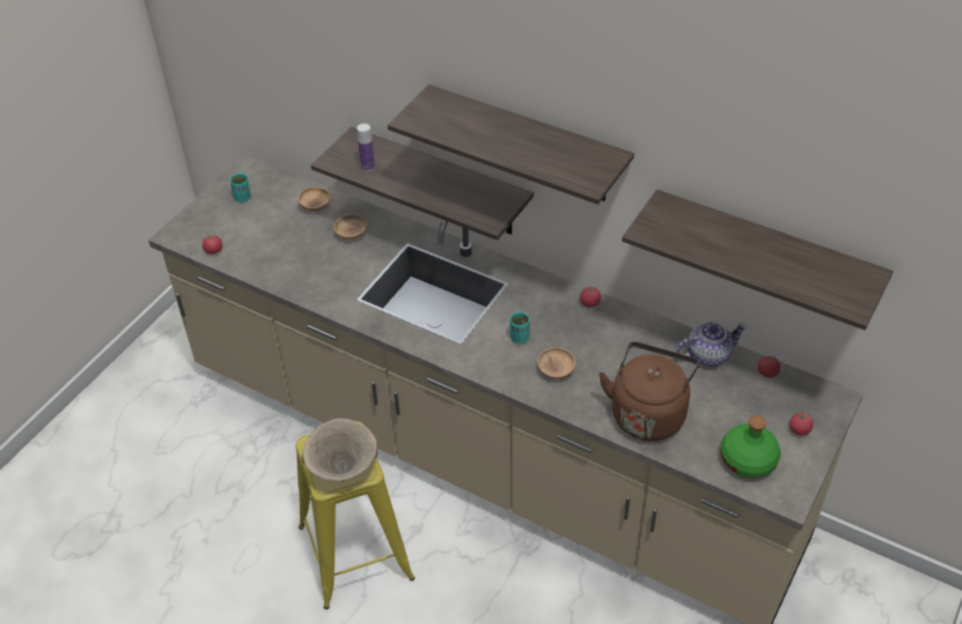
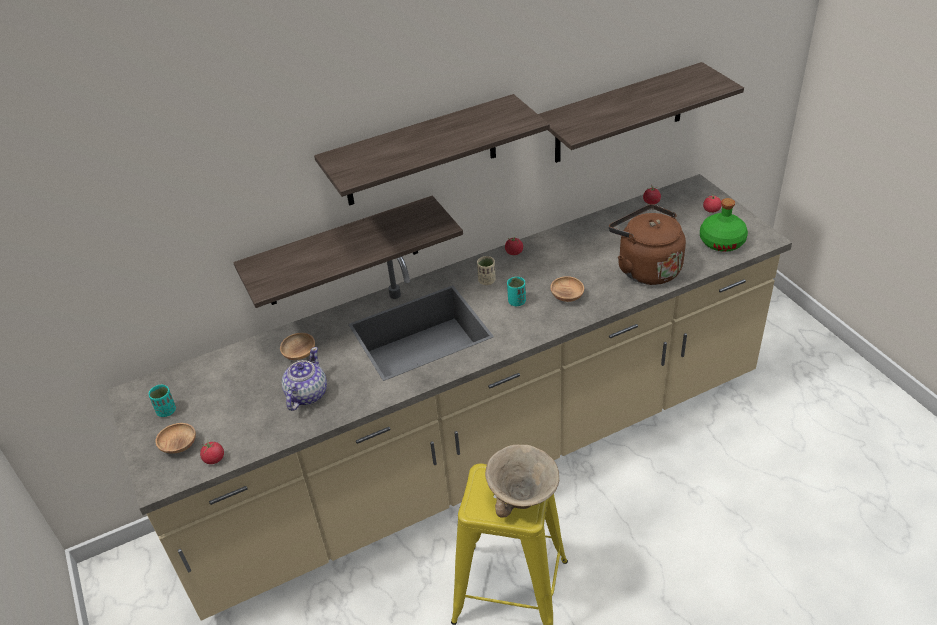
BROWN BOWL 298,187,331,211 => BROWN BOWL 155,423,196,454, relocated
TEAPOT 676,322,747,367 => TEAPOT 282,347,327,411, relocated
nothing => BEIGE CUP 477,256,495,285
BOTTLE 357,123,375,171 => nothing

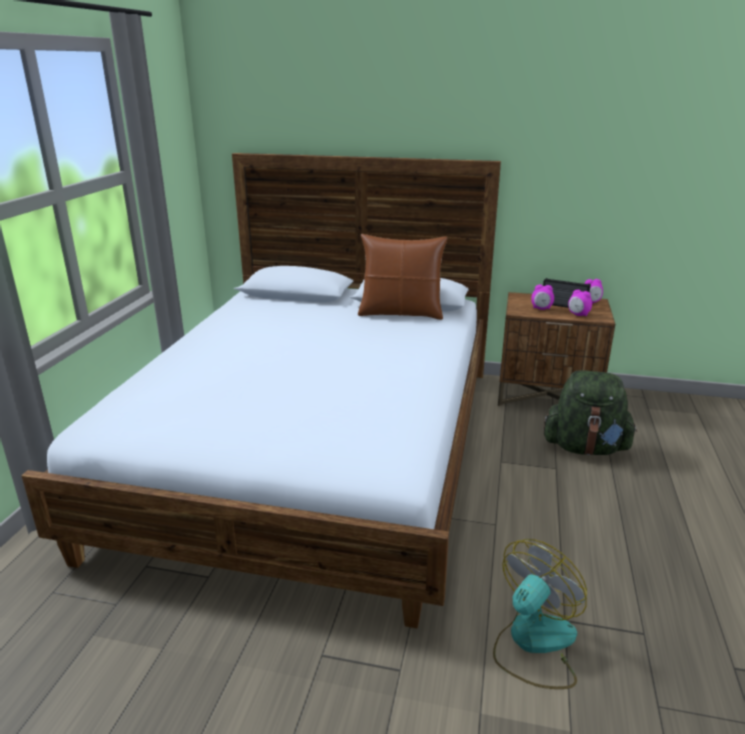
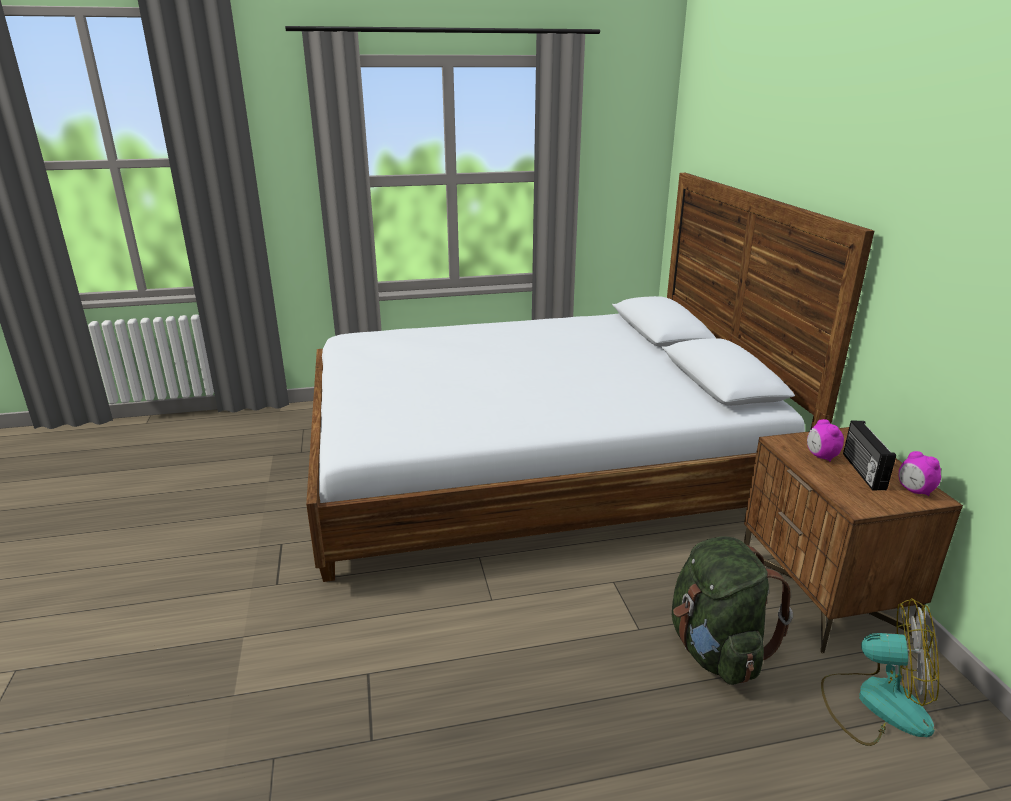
FAN 493,539,587,689 => FAN 821,598,939,746, relocated
BROWN PILLOW 358,234,447,320 => nothing
ALARM CLOCK 568,290,592,317 => nothing

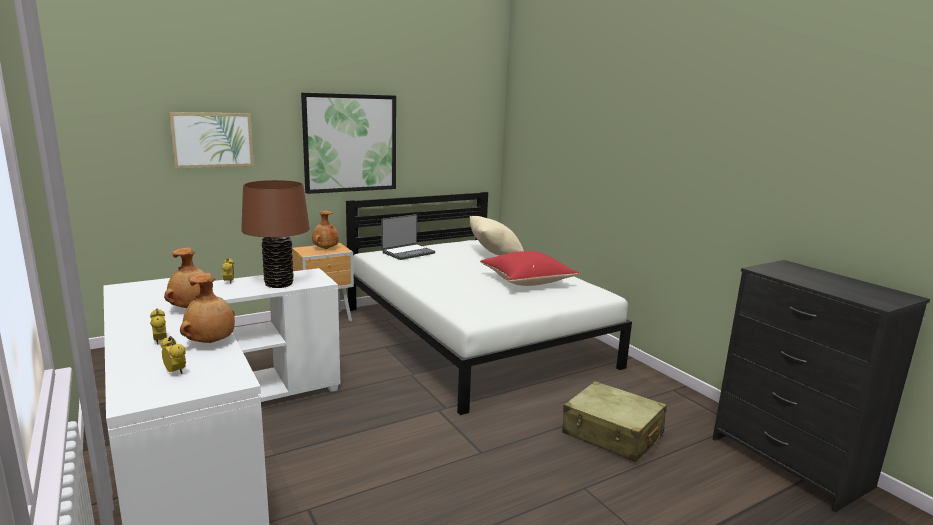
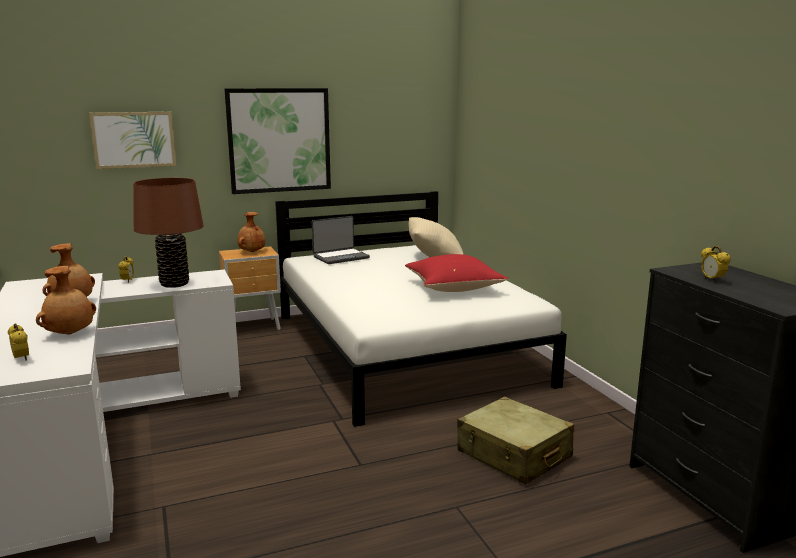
ALARM CLOCK 150,309,167,345 => ALARM CLOCK 701,246,731,282, relocated

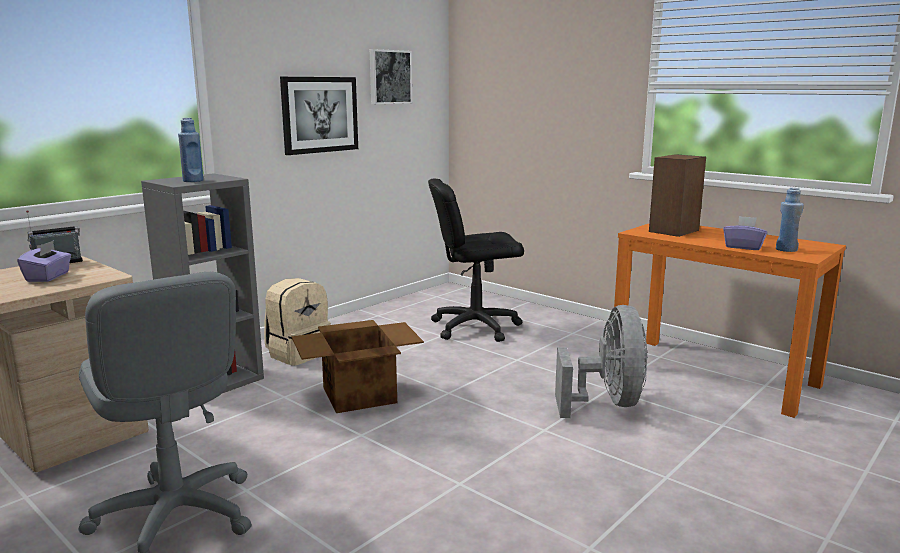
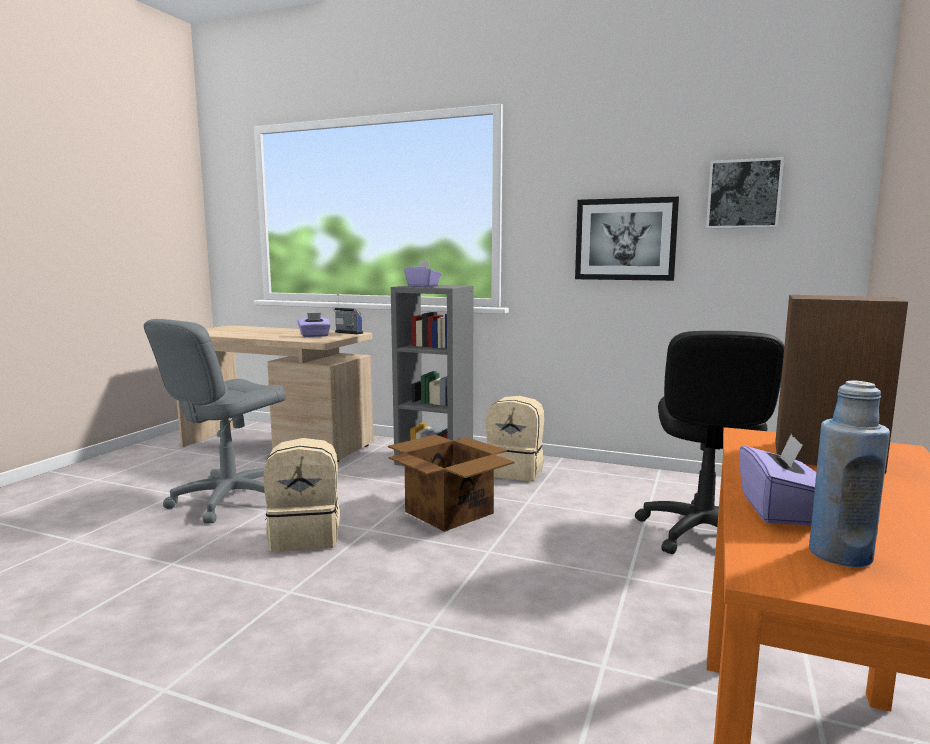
nothing => BEIGE BACKPACK 264,438,340,552
BLUE BOTTLE 178,118,204,182 => PURPLE TISSUE BOX 404,261,441,287
BLACK OFFICE CHAIR 428,179,524,342 => BLACK OFFICE CHAIR 635,331,784,554, 135 degrees counterclockwise
GREY FAN 555,305,648,418 => nothing

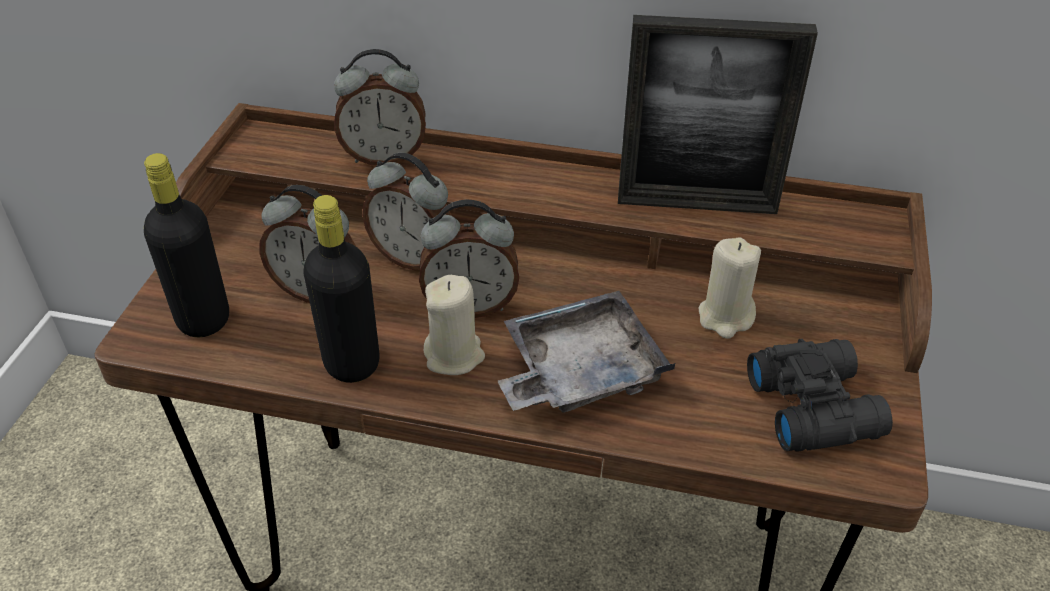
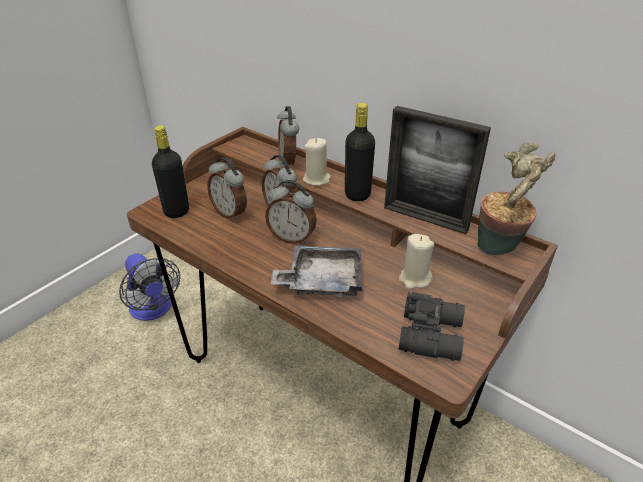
nothing => FAN 119,253,180,321
ALARM CLOCK 334,49,426,166 => ALARM CLOCK 277,106,299,165, 60 degrees clockwise
BEIGE CANDLE 424,275,485,375 => BEIGE CANDLE 303,138,331,186, relocated
BLACK BOTTLE 304,195,380,383 => BLACK BOTTLE 345,103,375,202, relocated
nothing => POTTED PLANT 477,142,556,255

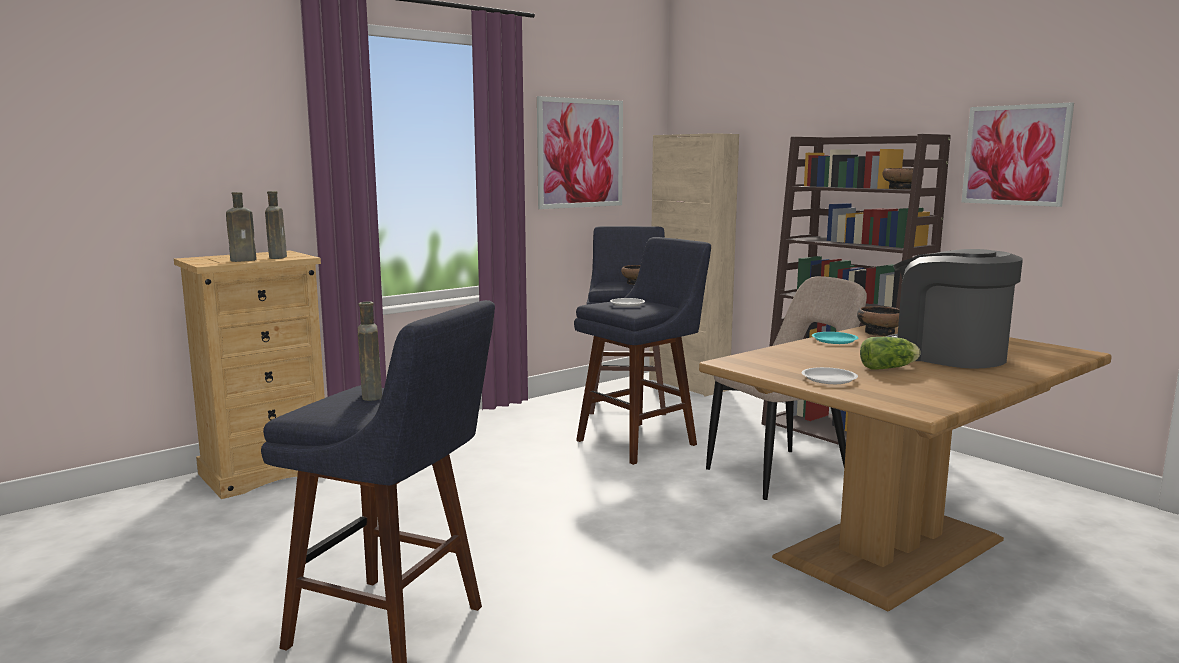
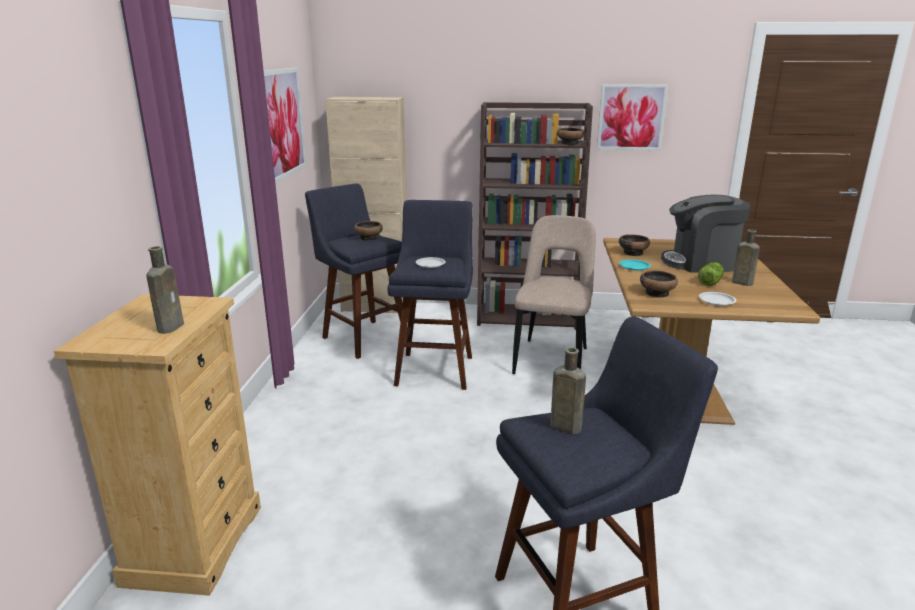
nothing => BOWL 640,270,678,298
BROWN BOTTLE 265,191,287,259 => BROWN BOTTLE 732,229,760,286, relocated

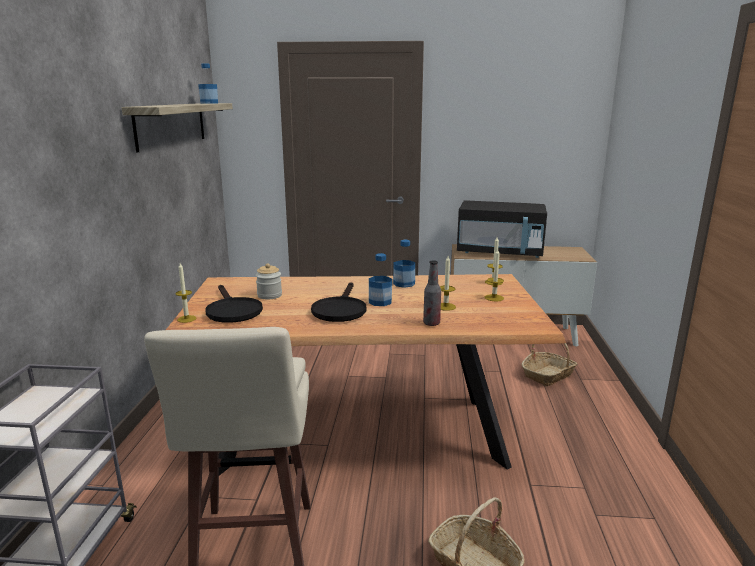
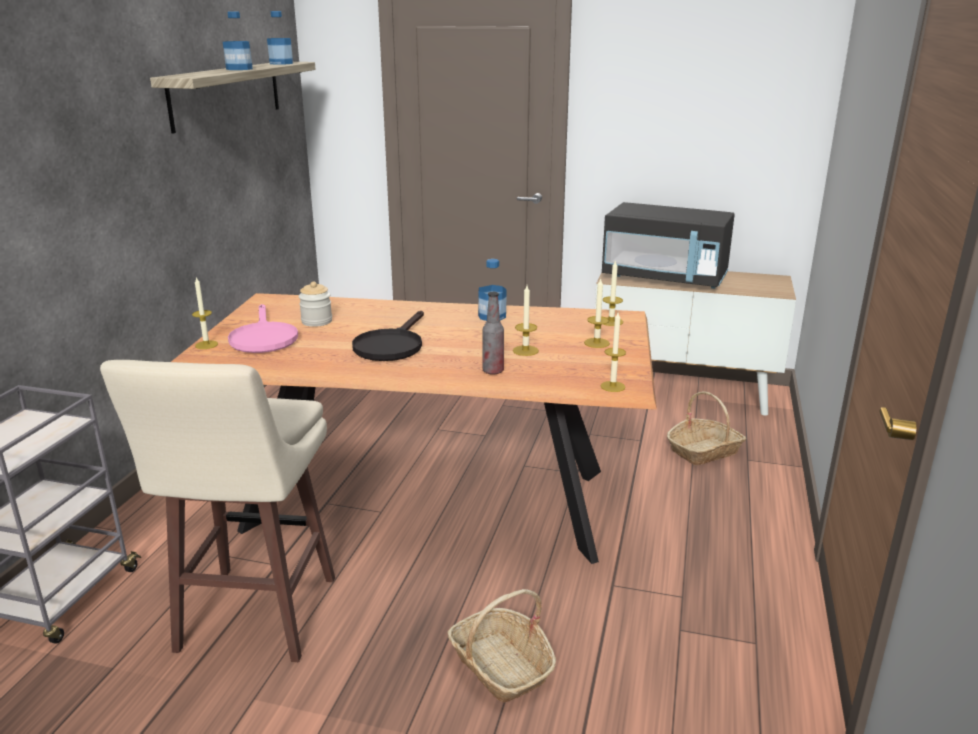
BOTTLE 369,253,392,306 => BOTTLE 223,12,253,70, relocated
BLACK FRYING PAN 205,285,263,323 => PINK FRYING PAN 228,304,298,353
nothing => CANDLE 601,313,626,392

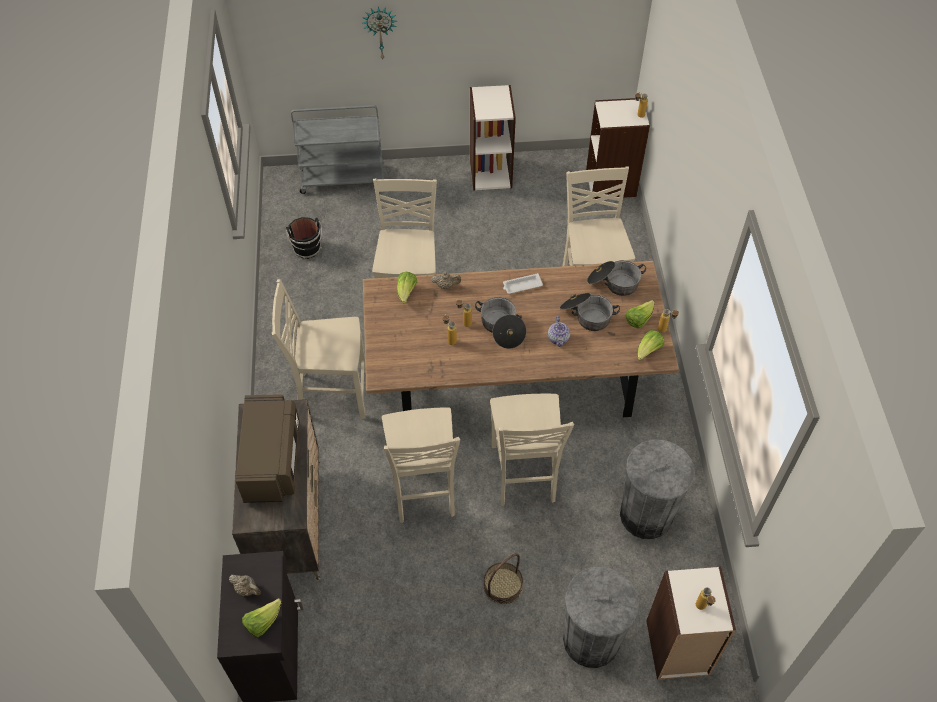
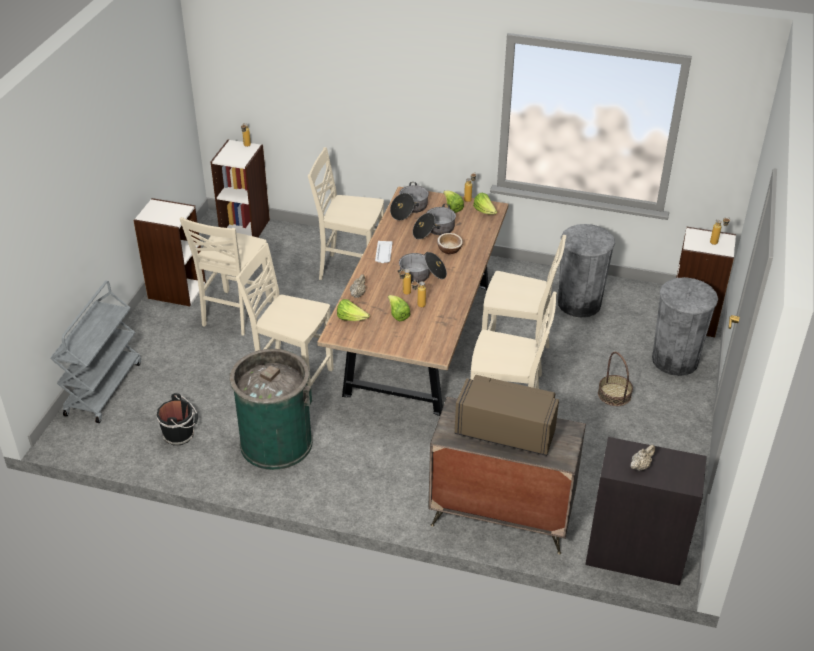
BEIGE CHAIR 272,279,366,419 => BEIGE CHAIR 180,217,273,336, relocated
nothing => GREEN TRASH CAN 230,349,313,470
LETTUCE 242,598,282,637 => LETTUCE 388,295,411,321, relocated
TEAPOT 548,316,570,347 => BOWL 437,233,463,254
WALL CLOCK 362,7,397,60 => nothing

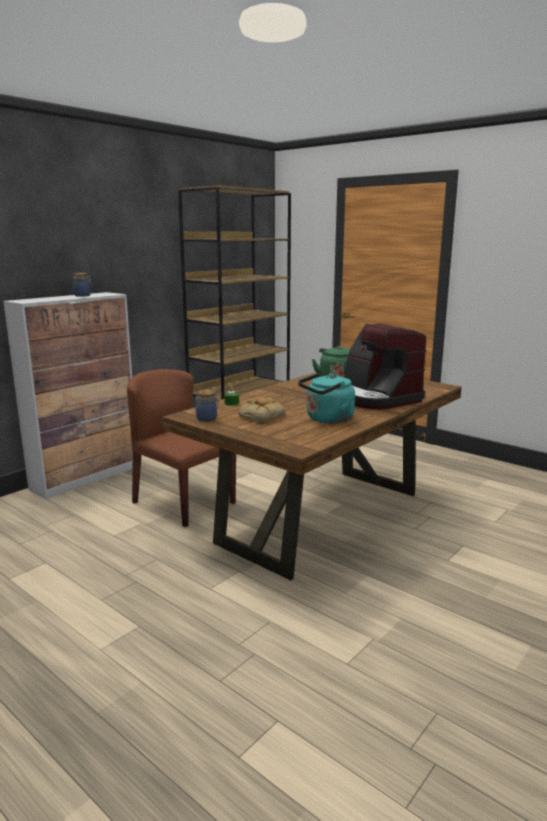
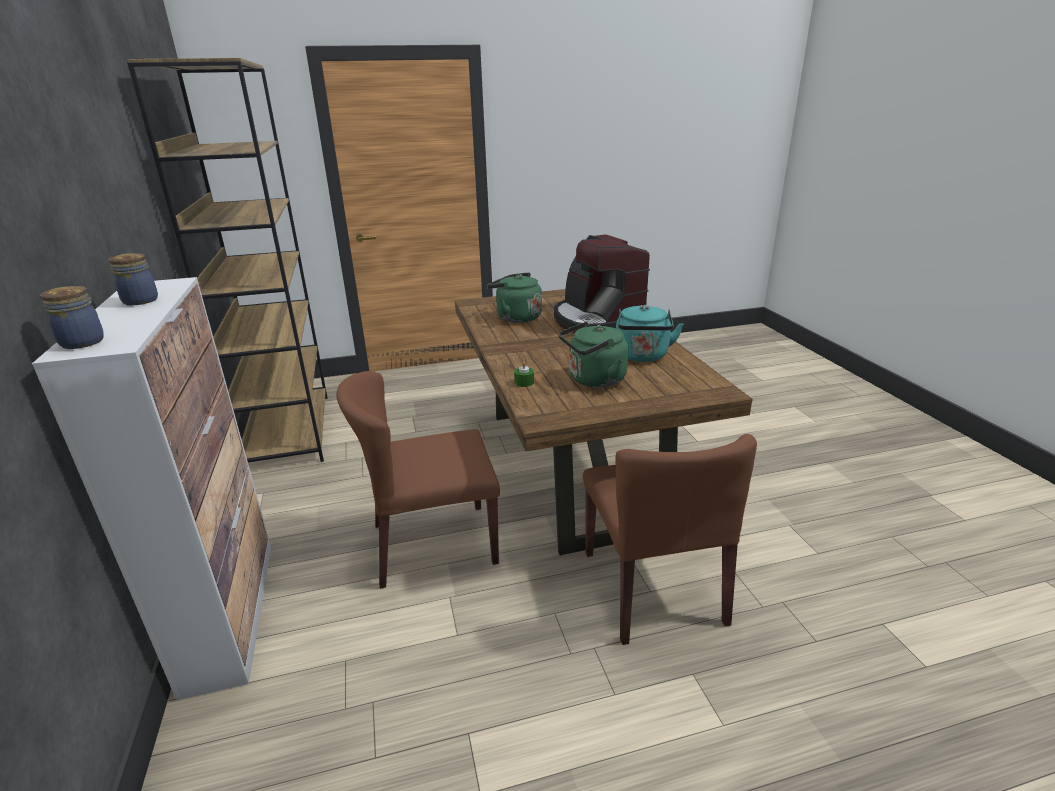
JAR 196,390,219,422 => JAR 40,286,104,349, relocated
COFFEE MACHINE 345,324,427,409 => COFFEE MACHINE 554,234,650,333, 60 degrees clockwise
BREAD 238,397,285,423 => GREEN KETTLE 559,322,628,388
nothing => BROWN CHAIR 583,434,757,645

